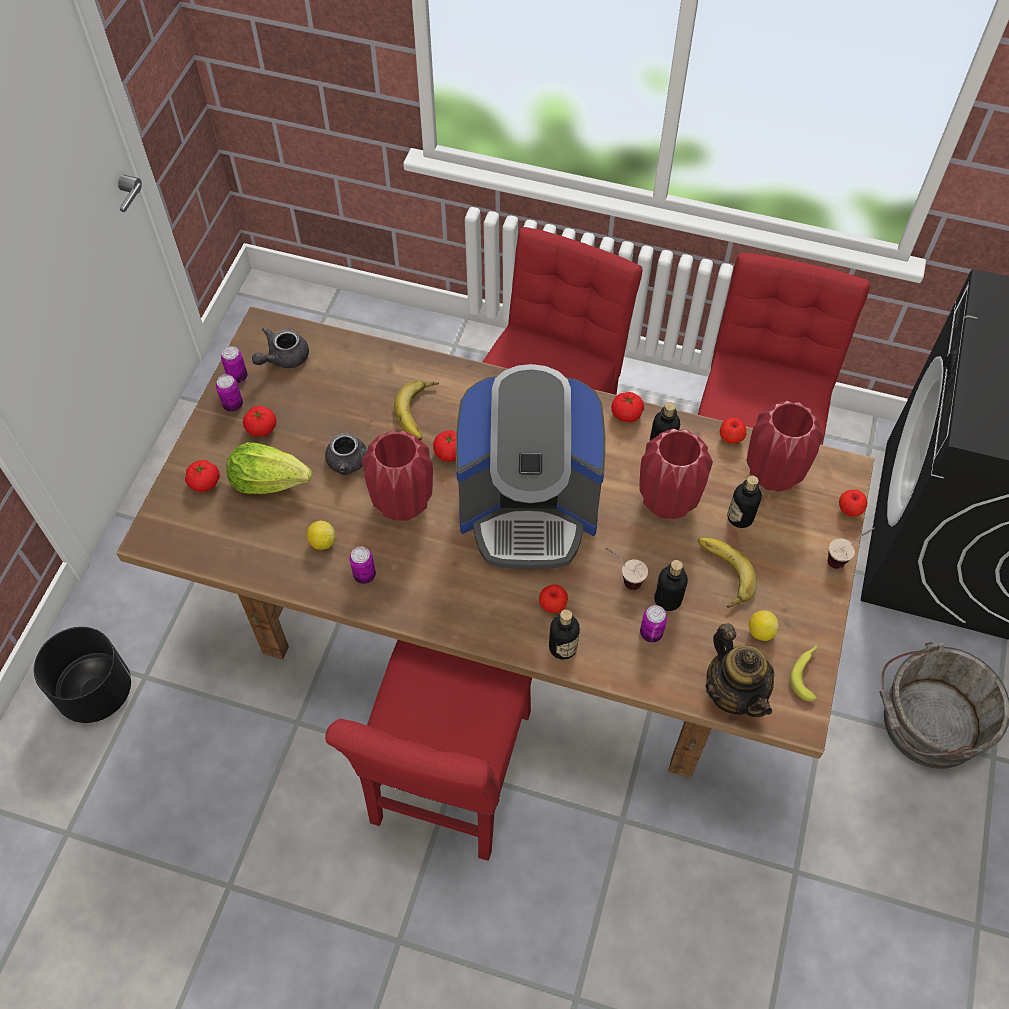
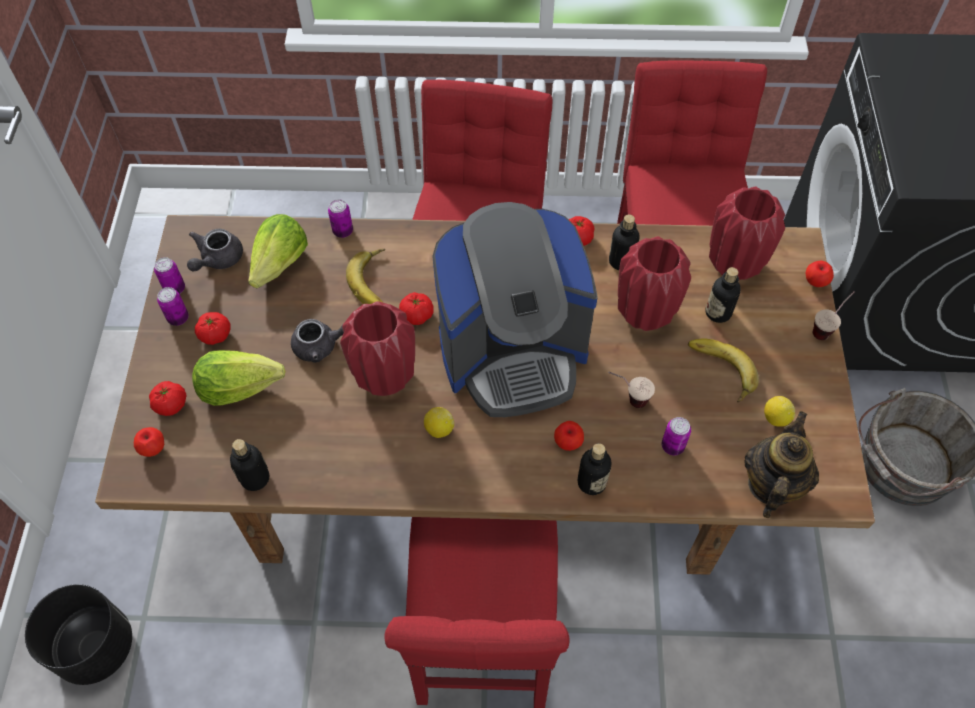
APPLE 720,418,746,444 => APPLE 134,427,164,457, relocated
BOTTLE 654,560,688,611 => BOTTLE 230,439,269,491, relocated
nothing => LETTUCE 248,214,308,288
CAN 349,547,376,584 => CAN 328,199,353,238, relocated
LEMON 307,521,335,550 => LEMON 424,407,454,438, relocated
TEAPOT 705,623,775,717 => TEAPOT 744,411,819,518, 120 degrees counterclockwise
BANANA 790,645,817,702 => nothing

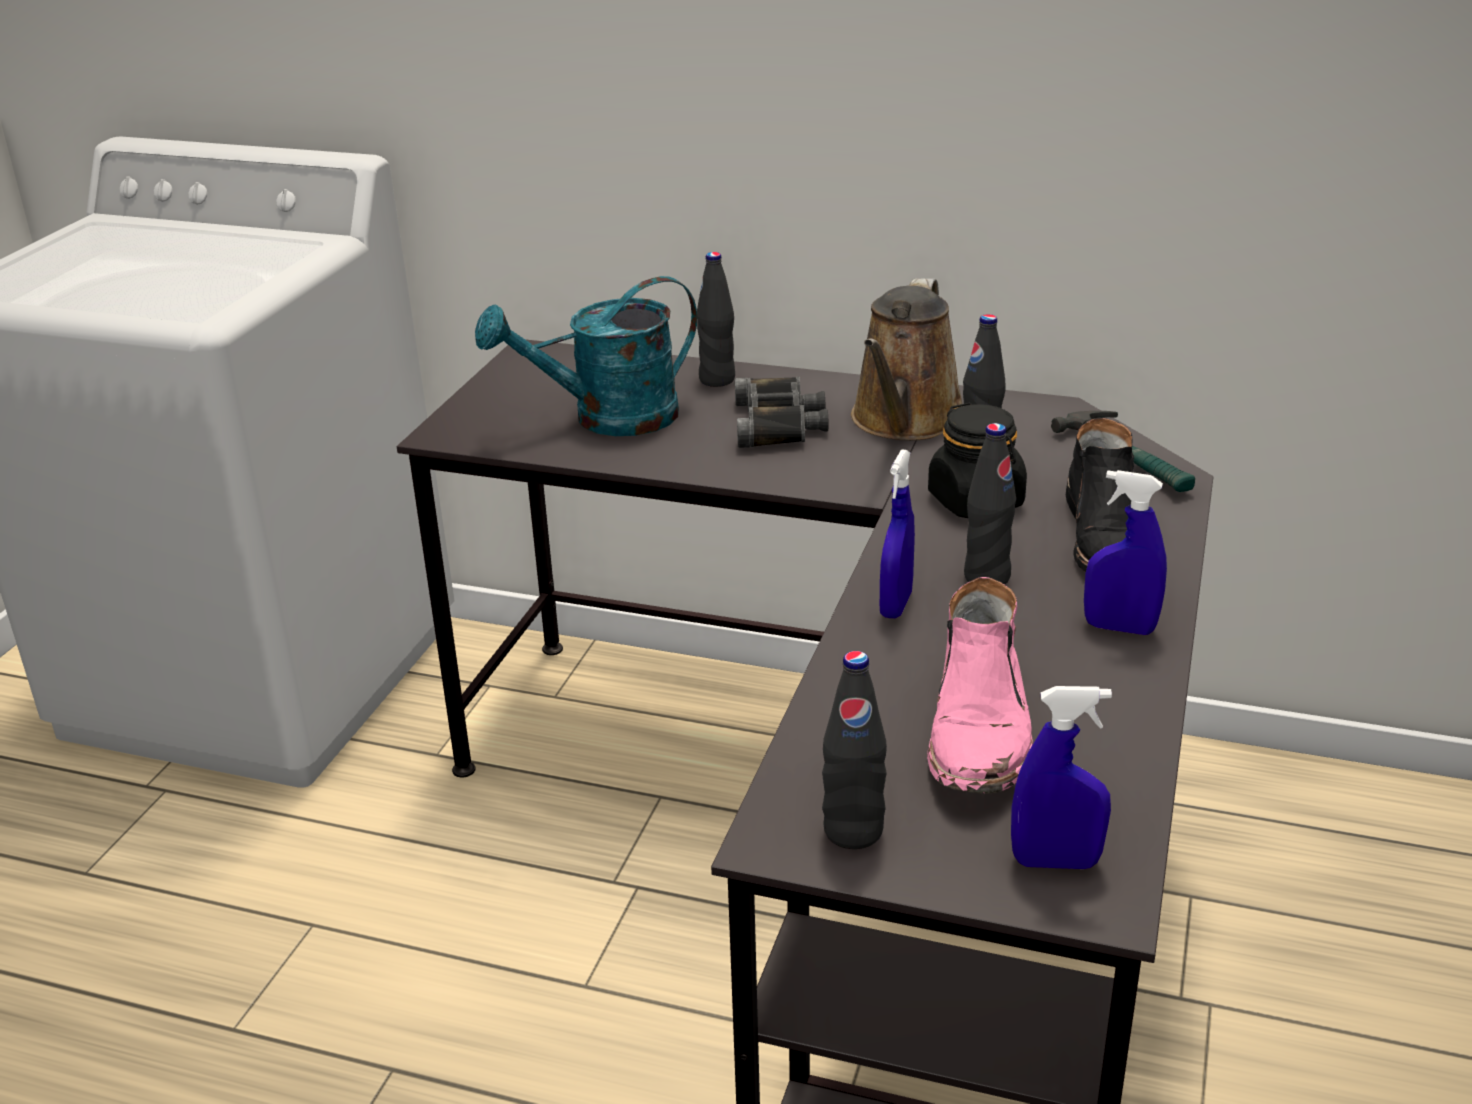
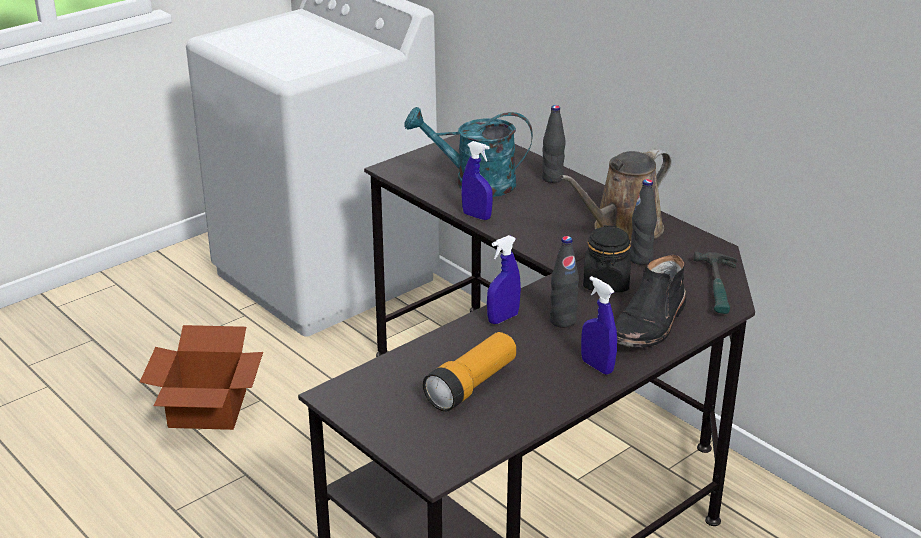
nothing => CARDBOARD BOX 140,325,263,430
PINK BOOT 927,577,1033,794 => FLASHLIGHT 423,332,516,412
BLUE SPRAY BOTTLE 1011,686,1112,869 => BLUE SPRAY BOTTLE 461,141,493,220, relocated
BLACK BINOCULARS 735,377,828,448 => nothing
BLACK BOTTLE 822,651,887,849 => nothing

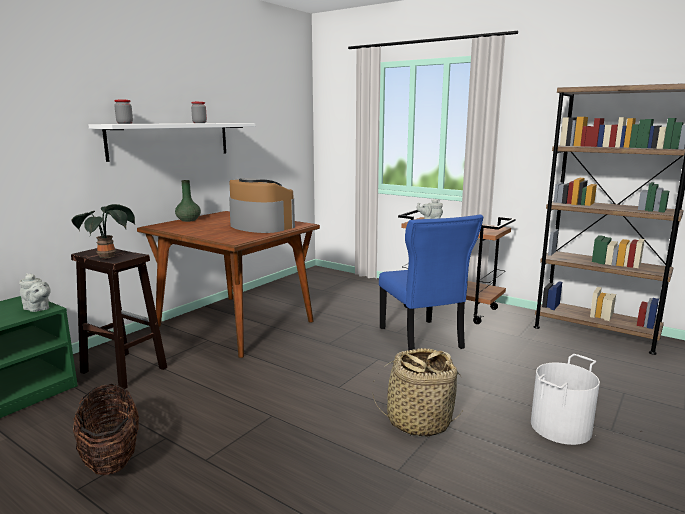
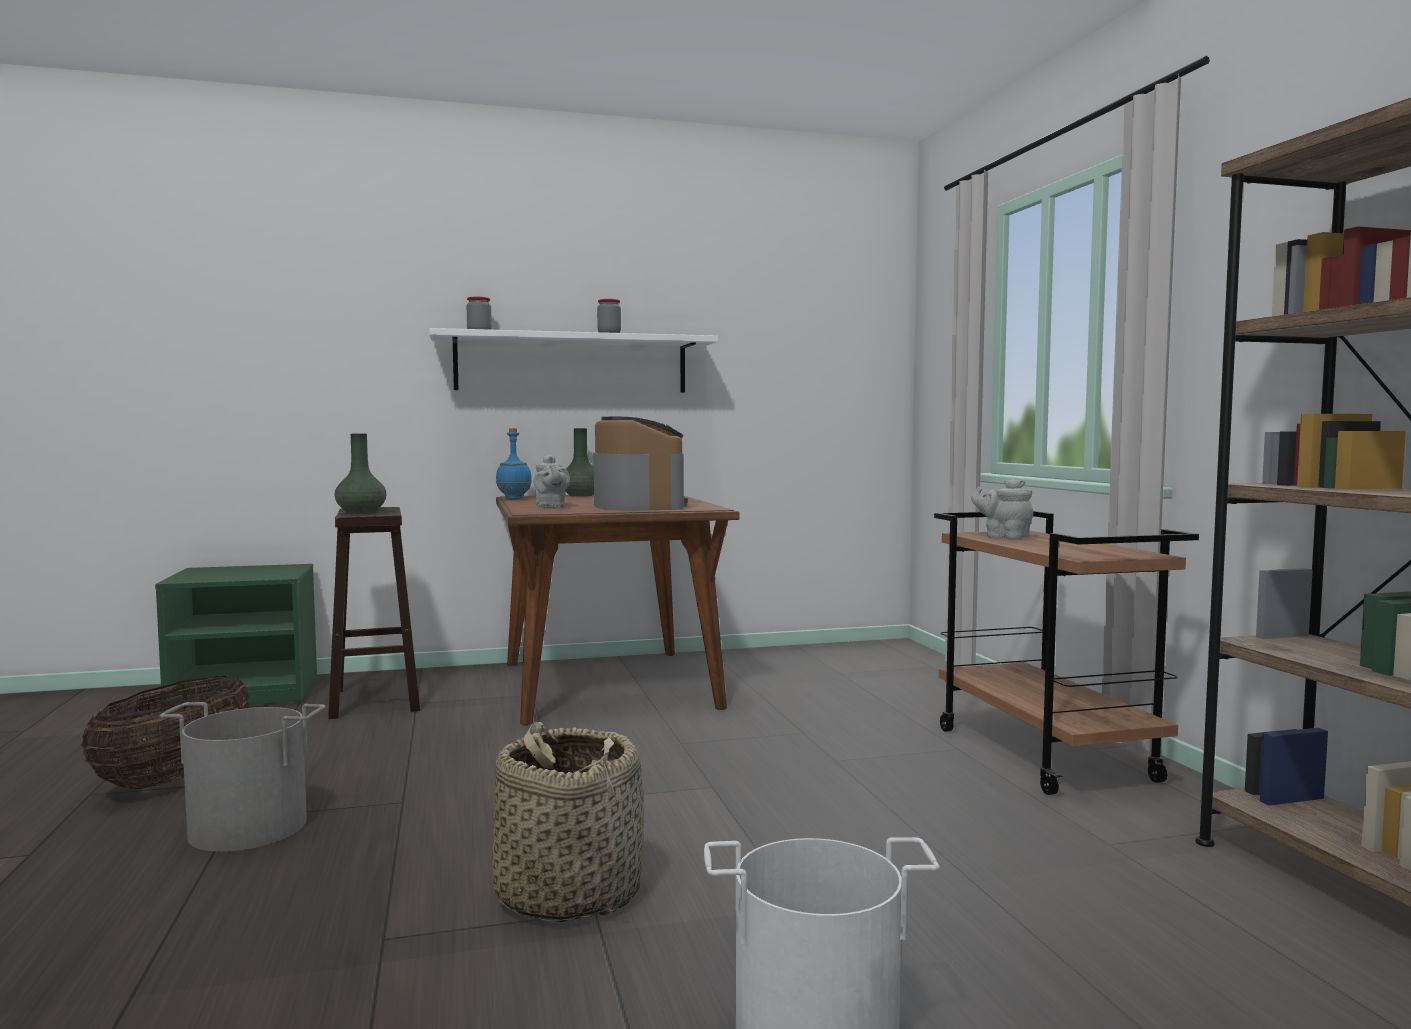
nothing => GREY BUCKET 159,702,325,852
POTTED PLANT 71,204,135,258 => GREEN VASE 335,433,386,514
nothing => BLUE BOTTLE 496,428,532,499
GREY TEAPOT 19,273,51,312 => GREY TEAPOT 533,454,570,508, relocated
BLUE CHAIR 379,215,483,351 => nothing

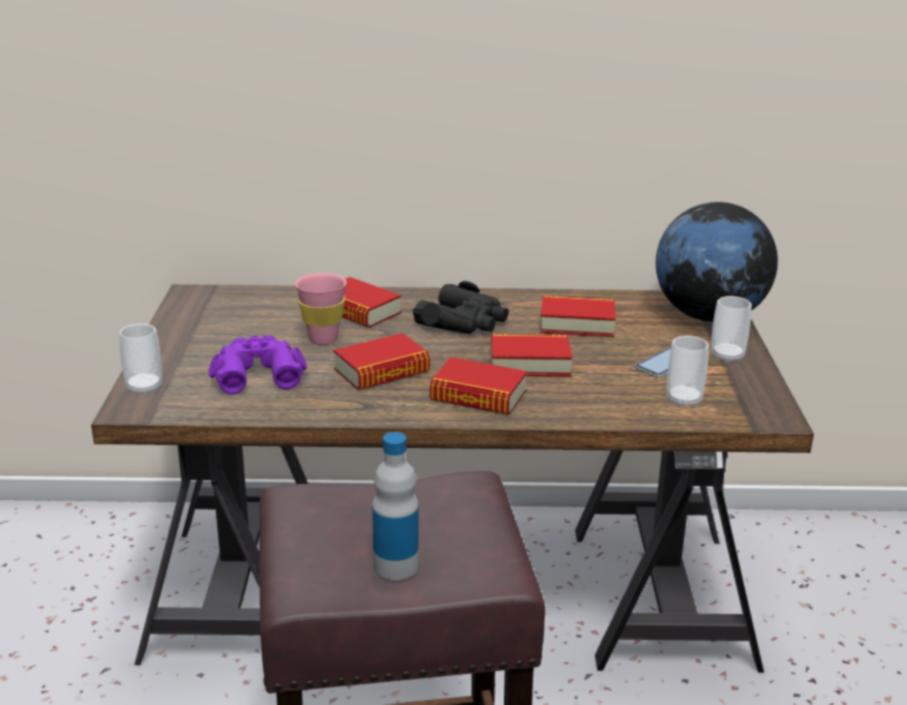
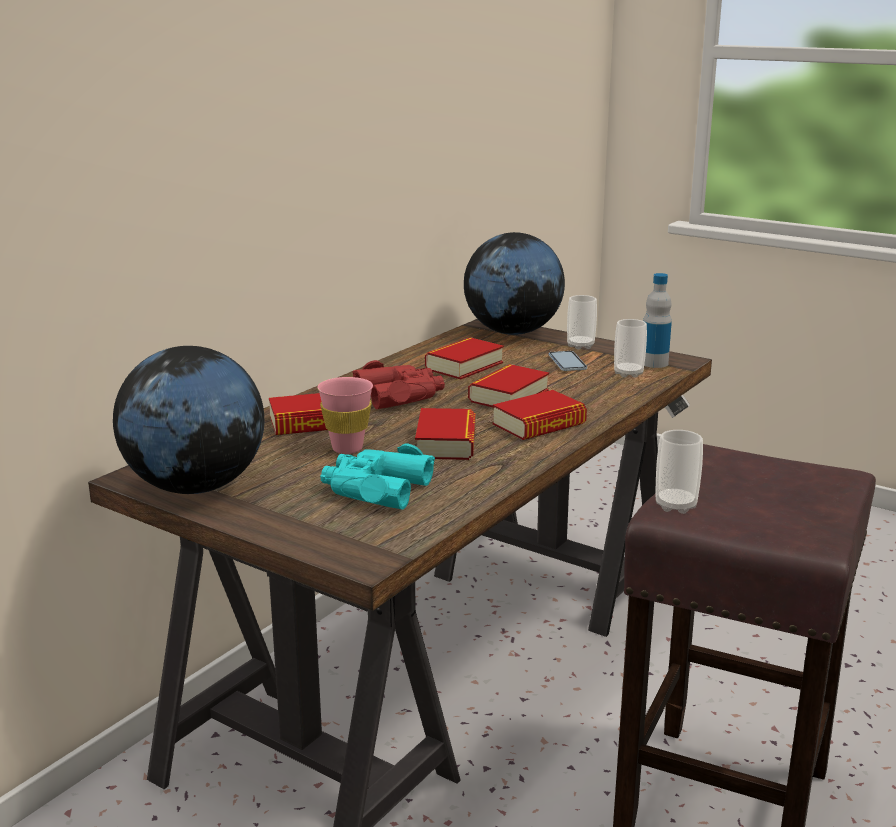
nothing => GLOBE 113,346,264,494
PURPLE BINOCULARS 208,335,307,395 => TURQUOISE BINOCULARS 320,443,435,510
BLACK BINOCULARS 412,281,509,334 => RED BINOCULARS 352,360,445,409
BOTTLE 372,432,419,580 => BOTTLE 643,273,672,368, relocated
CUP 119,324,162,395 => CUP 656,430,703,514, relocated

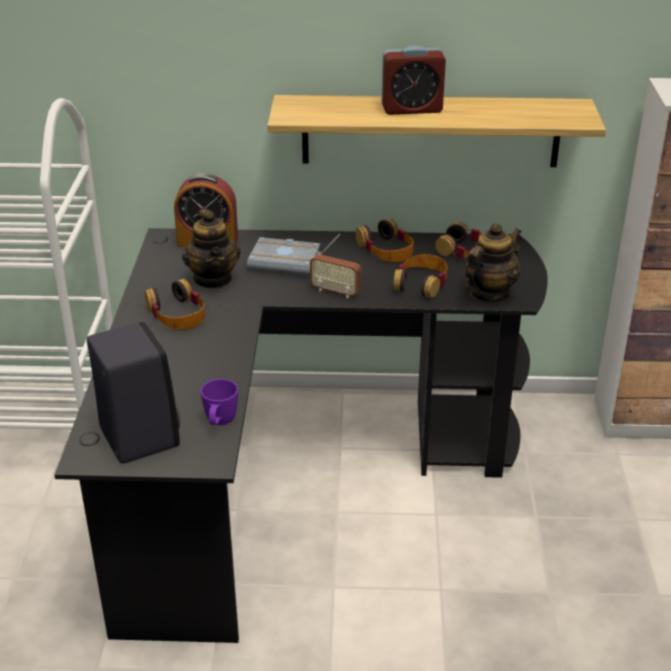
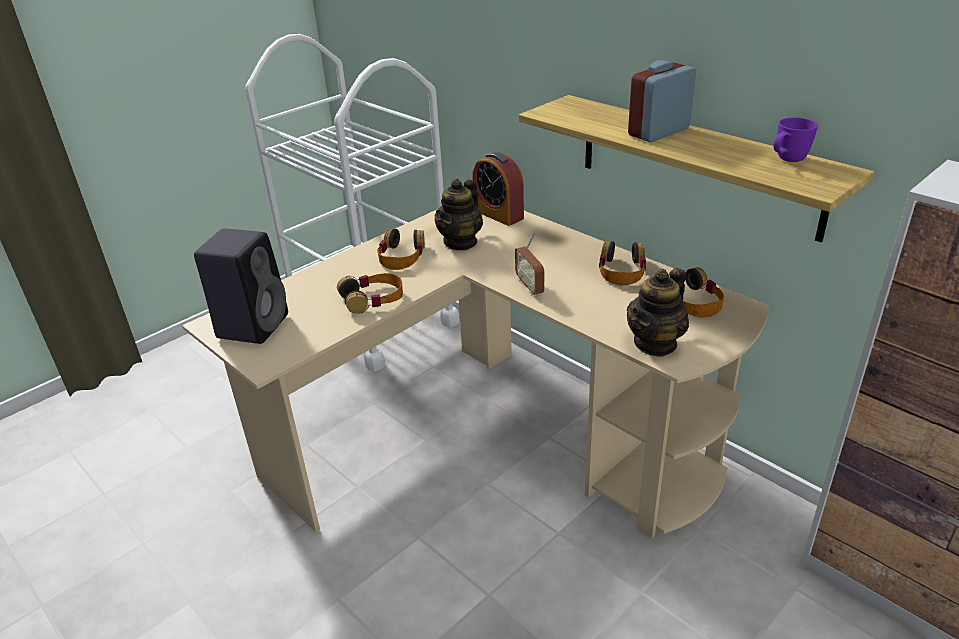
BLACK DESK 54,228,548,643 => BEIGE DESK 182,209,769,539
HEADPHONES 393,254,448,298 => HEADPHONES 337,273,403,314, relocated
TEAPOT 464,223,521,302 => TEAPOT 627,268,689,357, 135 degrees clockwise
ALARM CLOCK 382,45,446,115 => ALARM CLOCK 628,60,696,142, 105 degrees clockwise
PURPLE MUG 200,379,238,425 => PURPLE MUG 773,117,818,162, relocated
GREY BOOK 247,237,321,276 => nothing

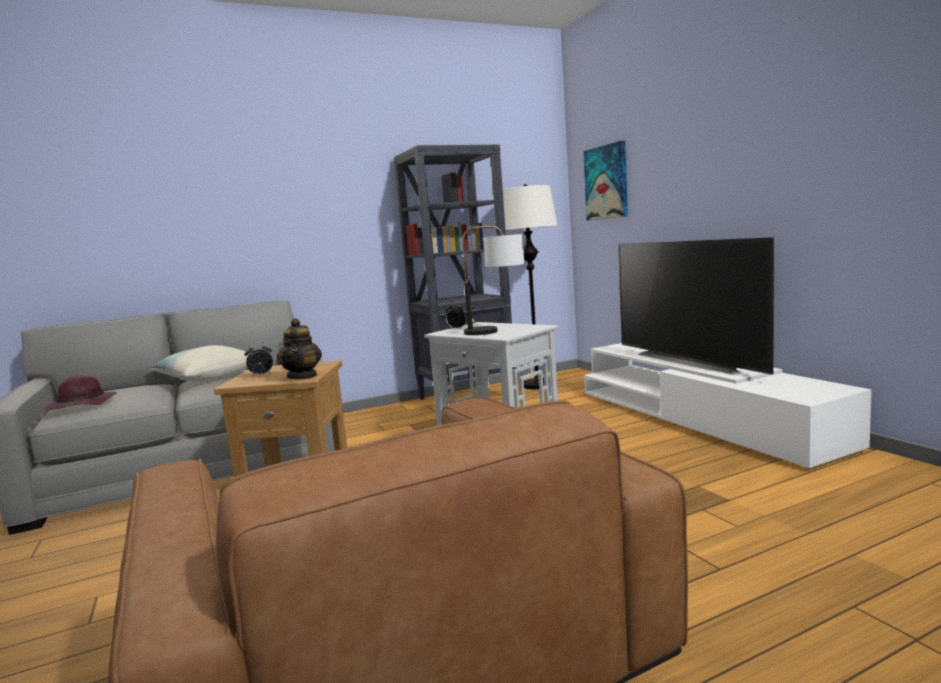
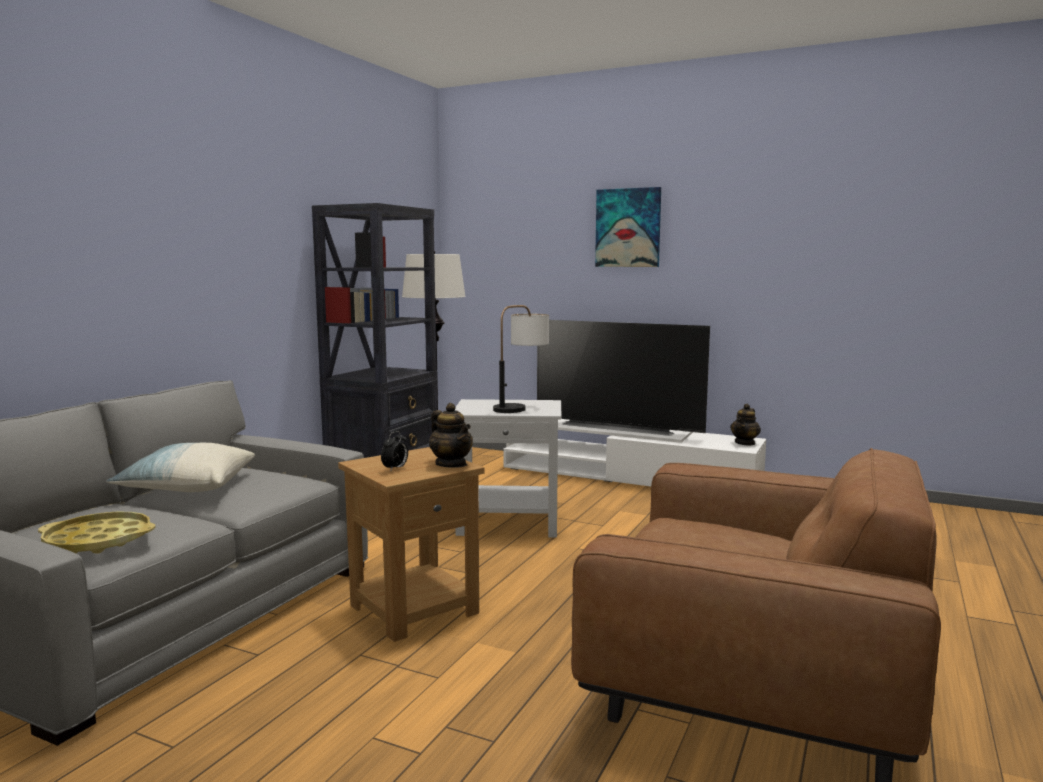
PURPLE HAT 44,375,117,410 => YELLOW TRAY 38,512,155,554
PICTURE 583,141,628,220 => PICTURE 595,187,661,267, relocated
nothing => TEAPOT 730,404,761,446
ALARM CLOCK 445,302,466,328 => nothing

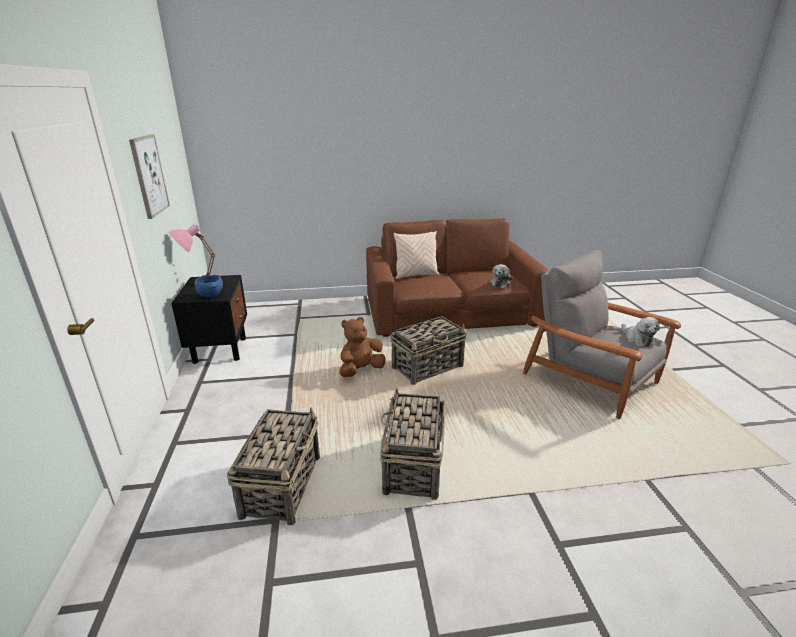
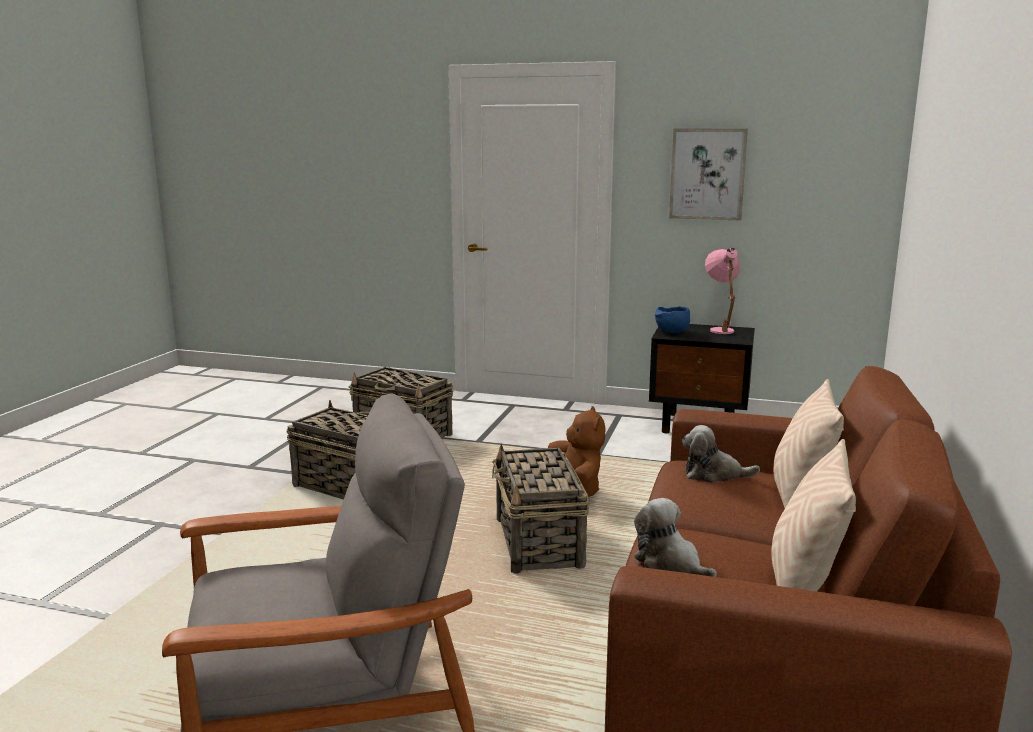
PLUSH TOY 621,317,660,347 => PLUSH TOY 682,425,760,483, relocated
nothing => BEIGE PILLOW 771,439,856,591

